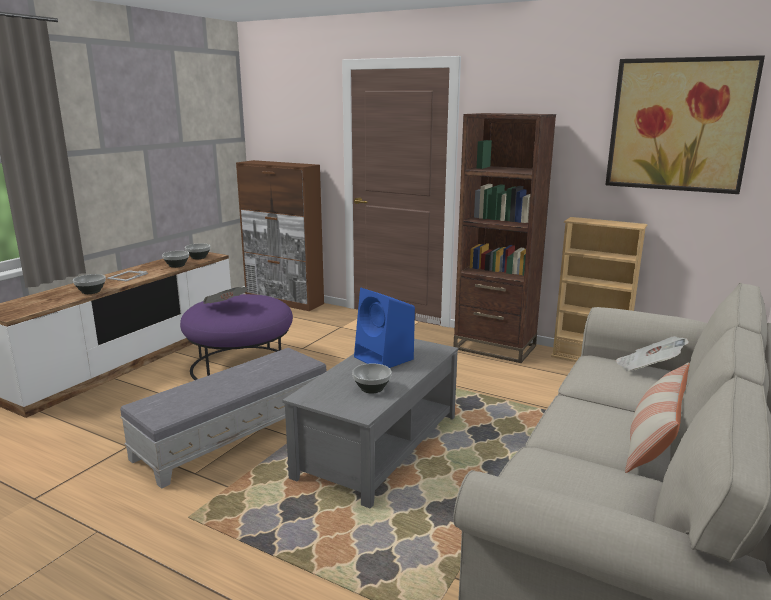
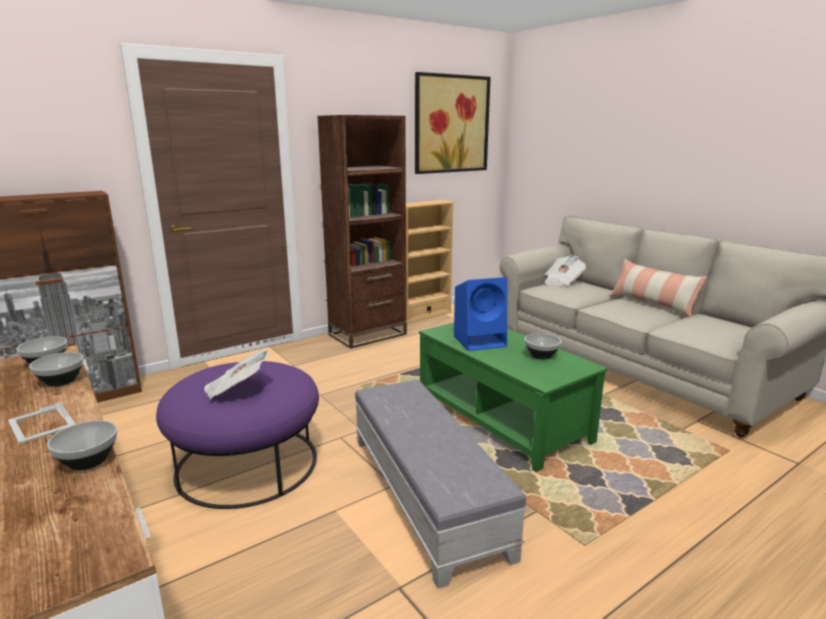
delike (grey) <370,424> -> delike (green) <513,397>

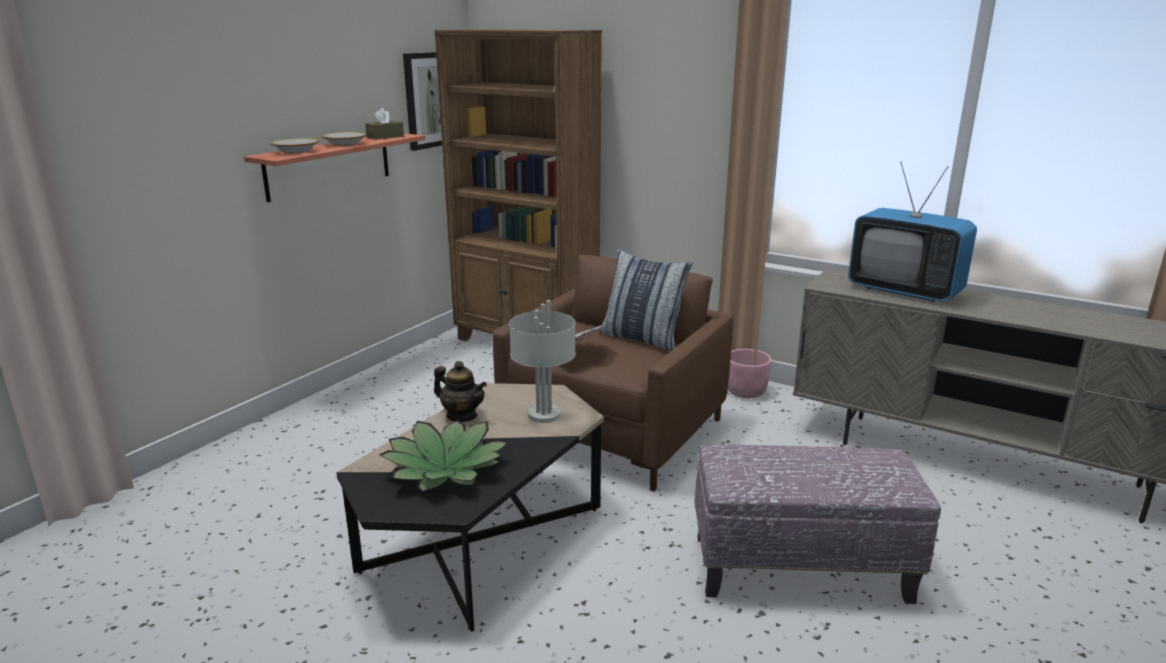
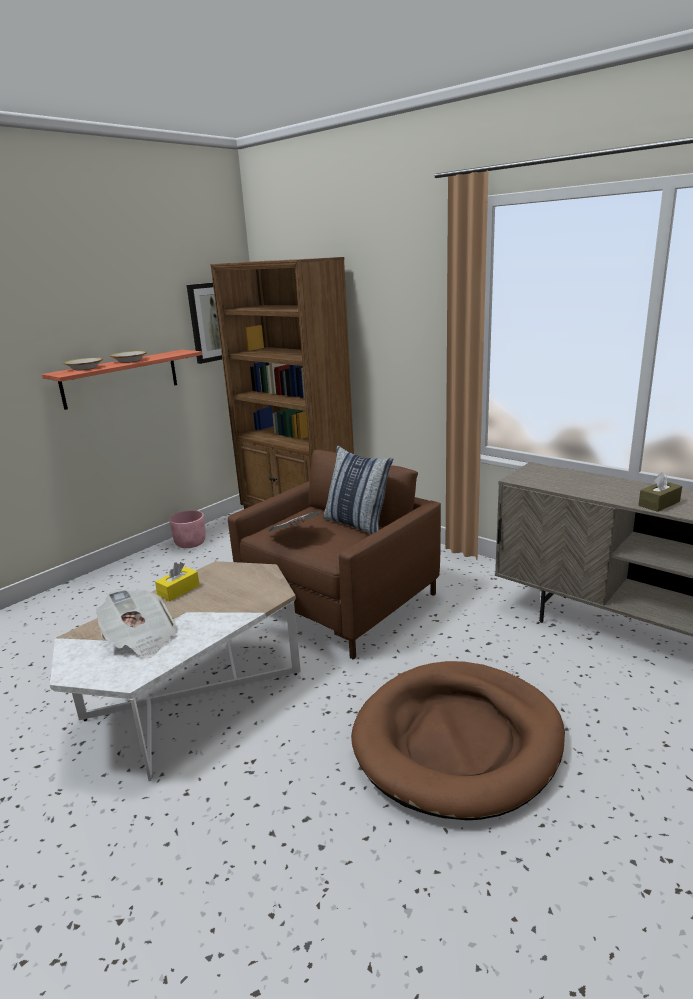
delike (black) <470,507> -> delike (white) <175,671>
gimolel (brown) <384,124> -> gimolel (brown) <660,492>, relocated
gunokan <444,456> -> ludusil <136,623>
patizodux <460,391> -> gimolel (yellow) <177,581>
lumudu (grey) <542,361> -> none
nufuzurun <818,524> -> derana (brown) <458,740>
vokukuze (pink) <749,373> -> vokukuze (pink) <187,529>, relocated
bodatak <912,232> -> none

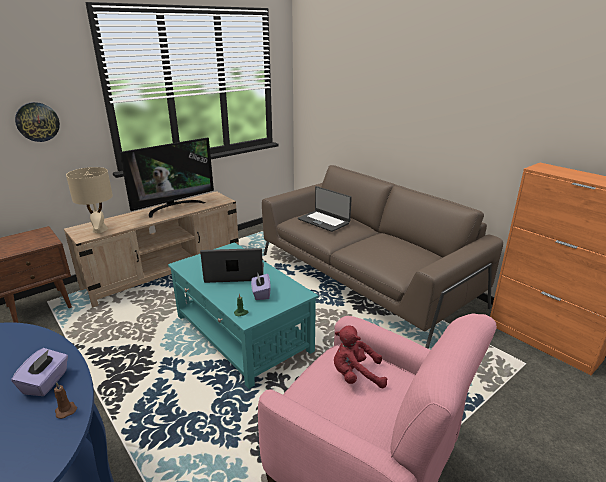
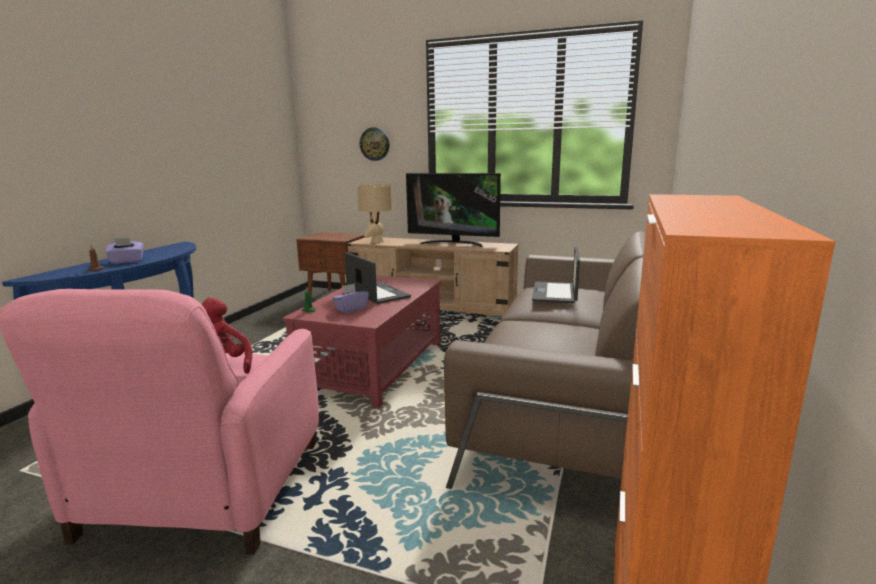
delike (turquoise) <243,315> -> delike (red) <361,341>

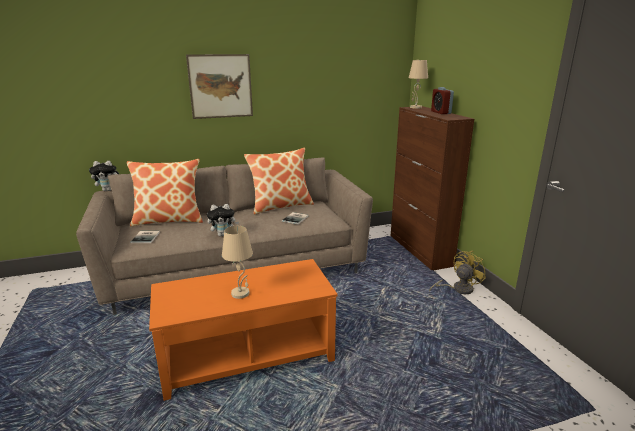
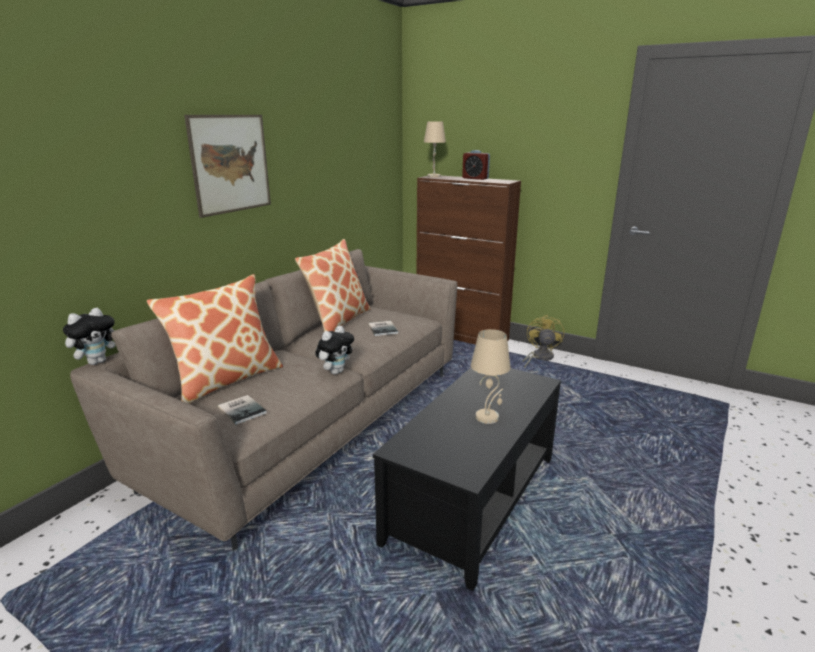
delike (orange) <243,330> -> delike (black) <467,479>

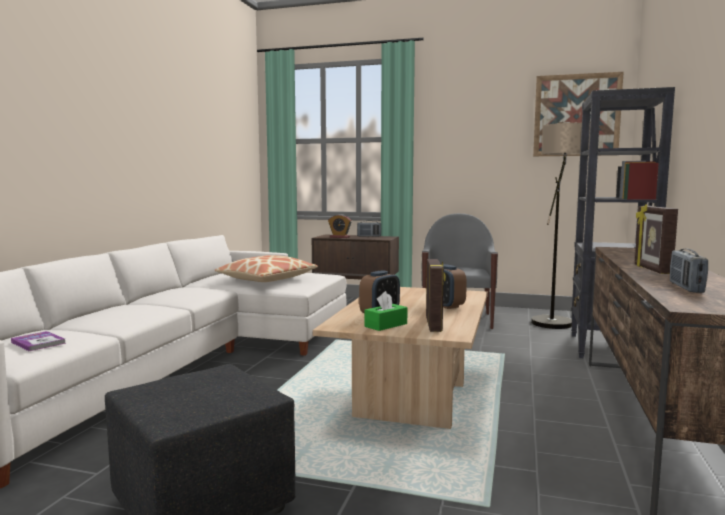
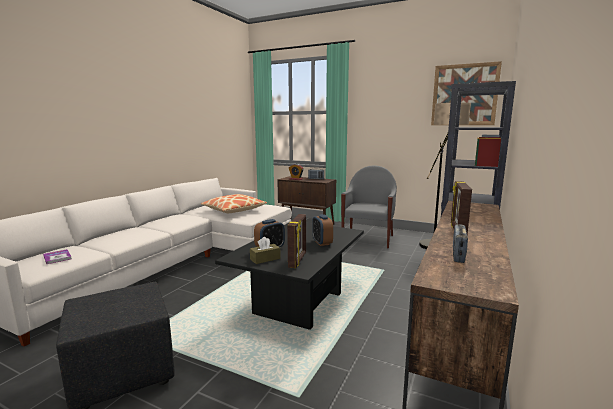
delike (beige) <400,358> -> delike (black) <289,276>
gimolel (green) <386,311> -> gimolel (brown) <265,250>

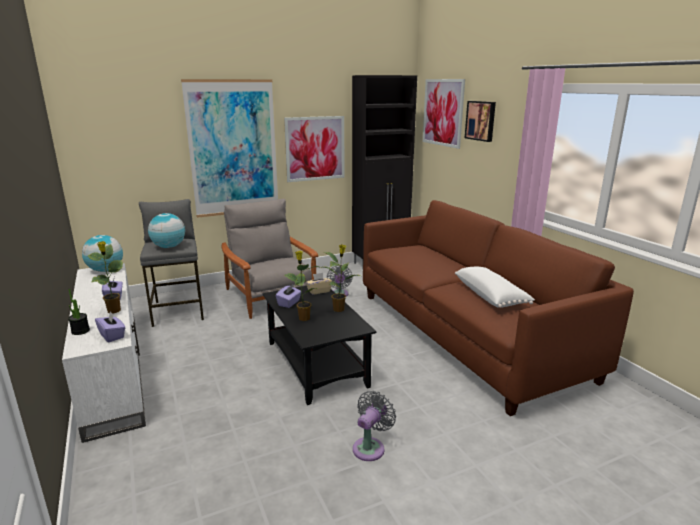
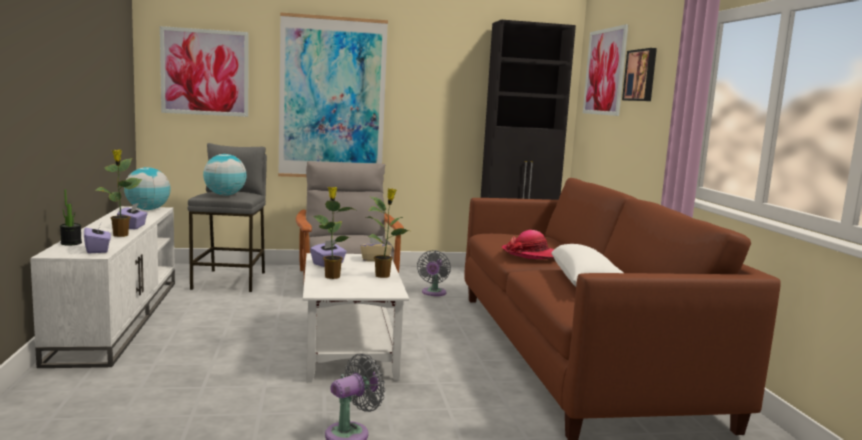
delike (black) <319,345> -> delike (white) <356,317>
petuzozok <314,149> -> petuzozok <204,71>, relocated
none -> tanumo <528,244>

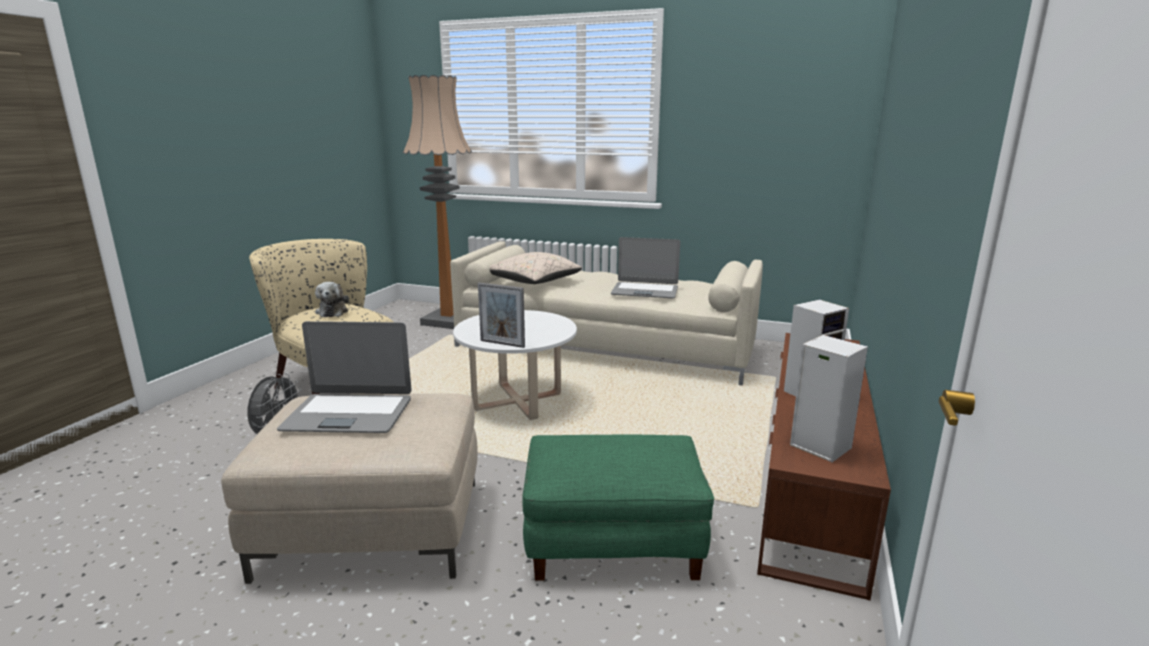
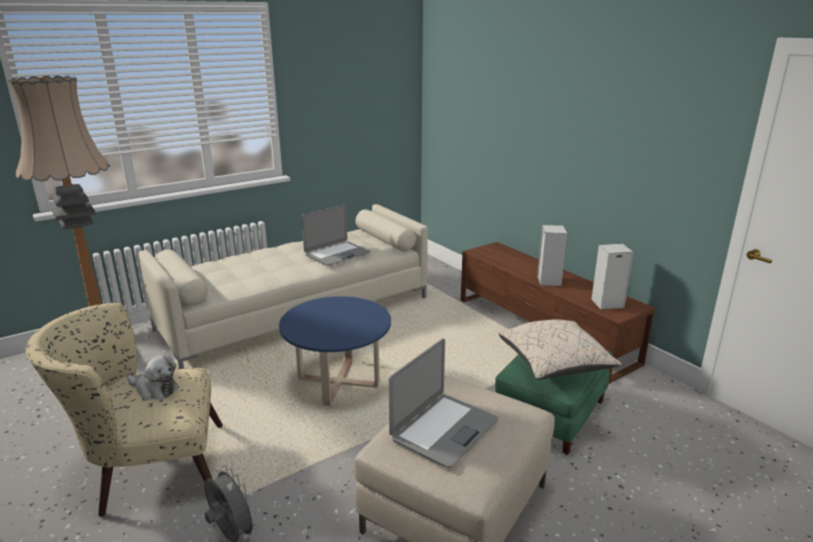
delike (white) <515,365> -> delike (blue) <335,351>
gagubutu <501,315> -> none
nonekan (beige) <535,268> -> nonekan (beige) <560,349>, relocated

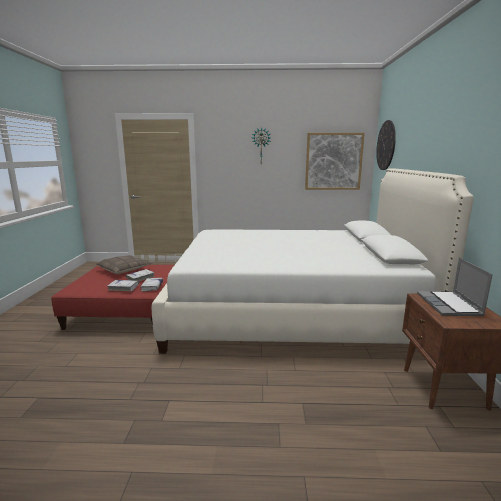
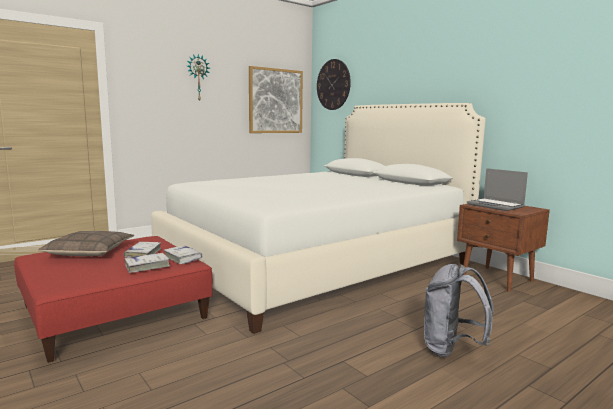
none -> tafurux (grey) <459,310>

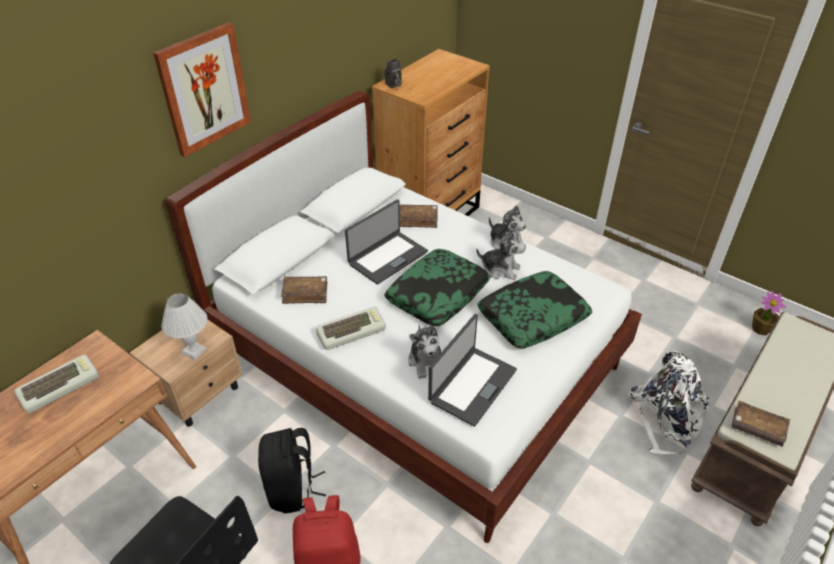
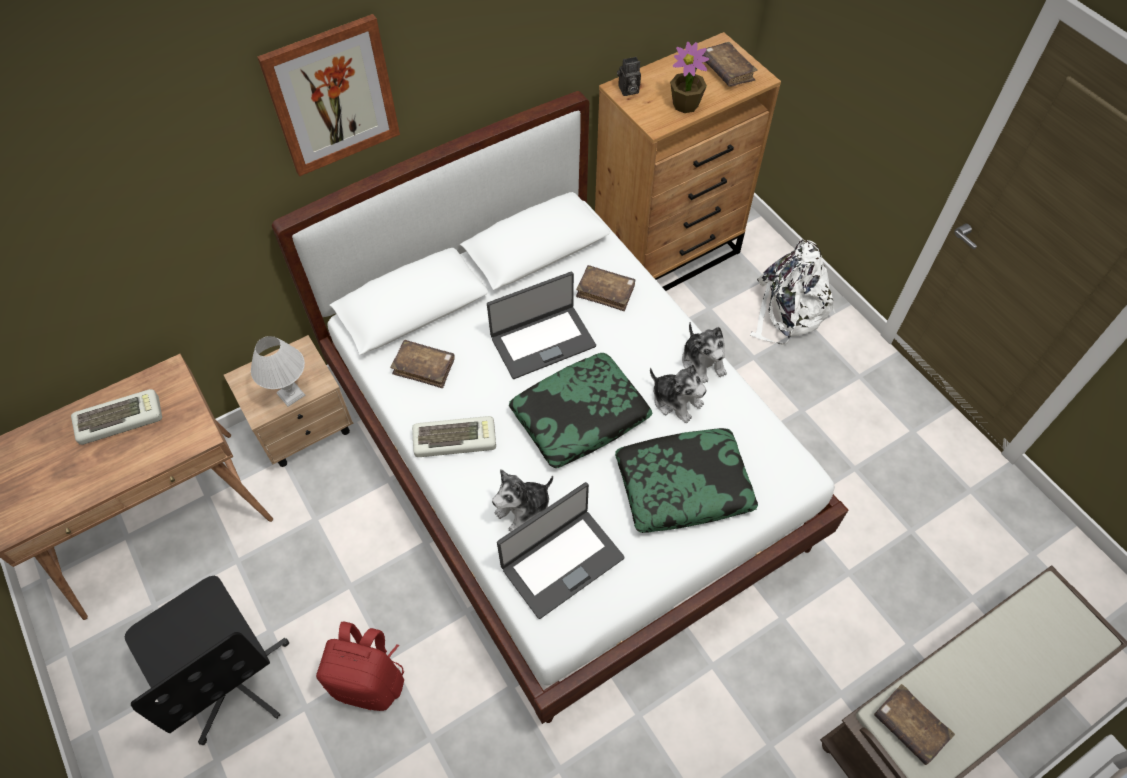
tafurux (black) <292,471> -> none
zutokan <424,352> -> zutokan <522,500>, 45 degrees clockwise
tafurux (white) <670,402> -> tafurux (white) <793,292>, relocated
gunokan <769,313> -> gunokan <689,77>, relocated
none -> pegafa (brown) <730,64>

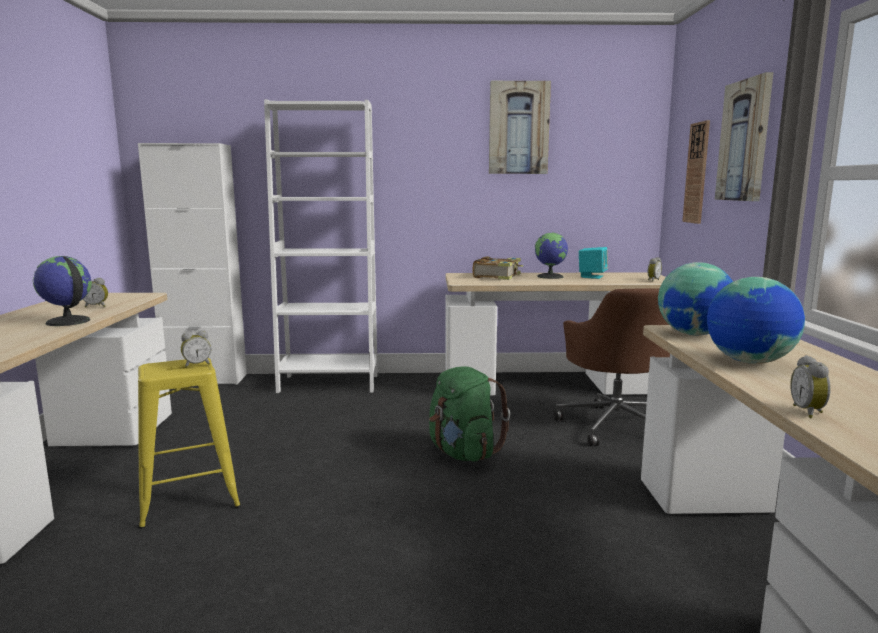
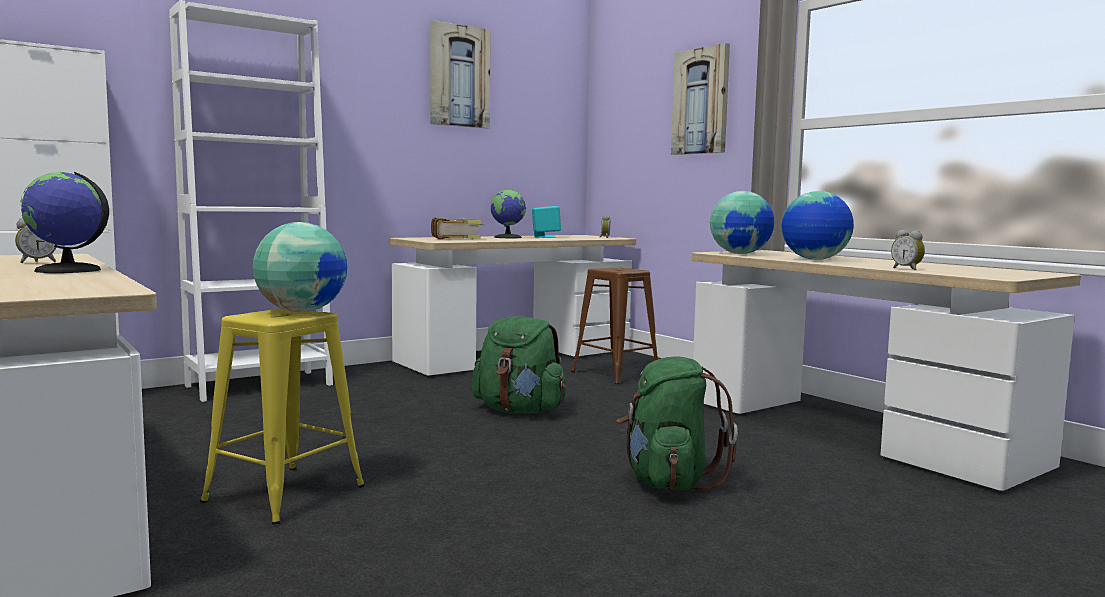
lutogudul <196,349> -> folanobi <300,267>
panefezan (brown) <611,367> -> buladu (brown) <614,326>
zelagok <696,172> -> none
none -> tafurux (green) <677,423>

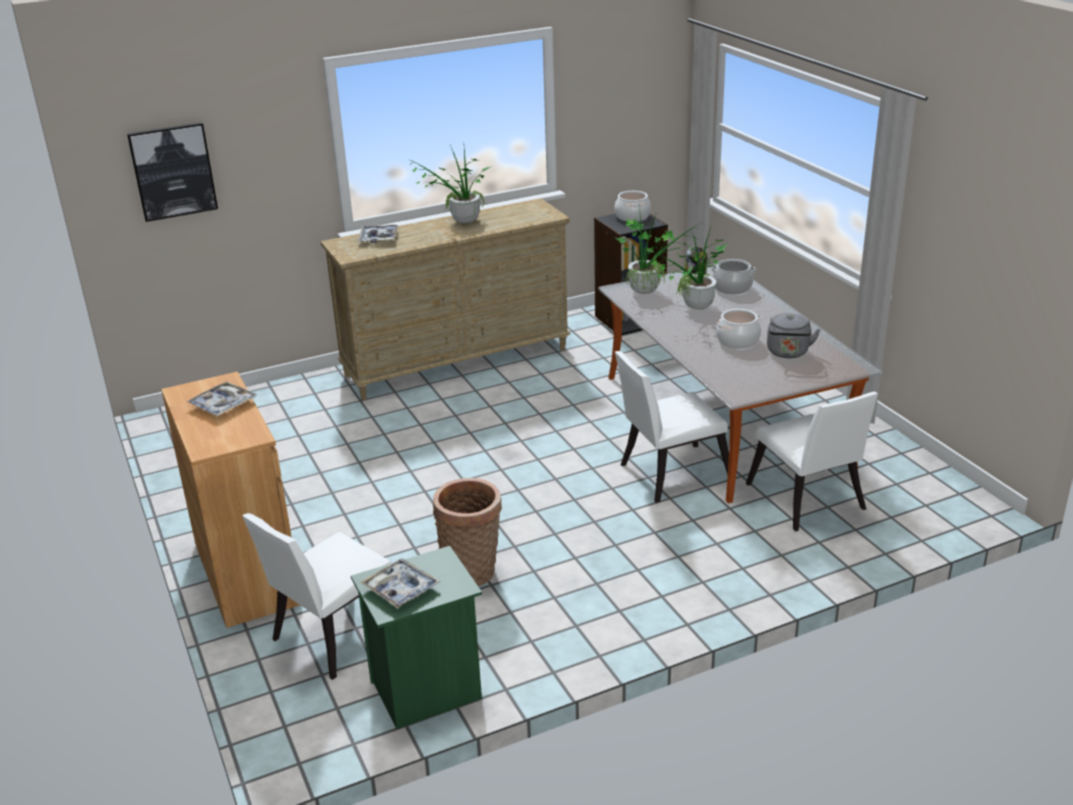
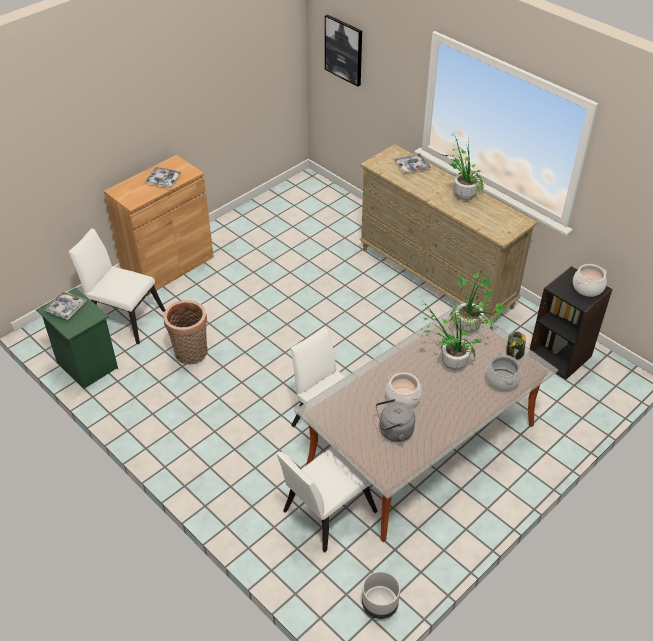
none -> vokukuze (grey) <381,595>

